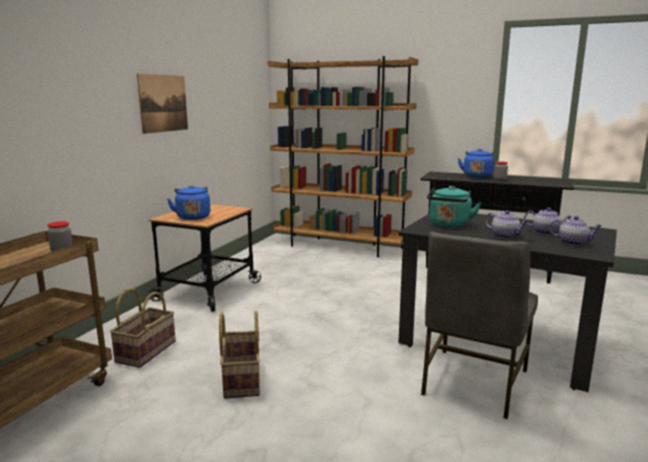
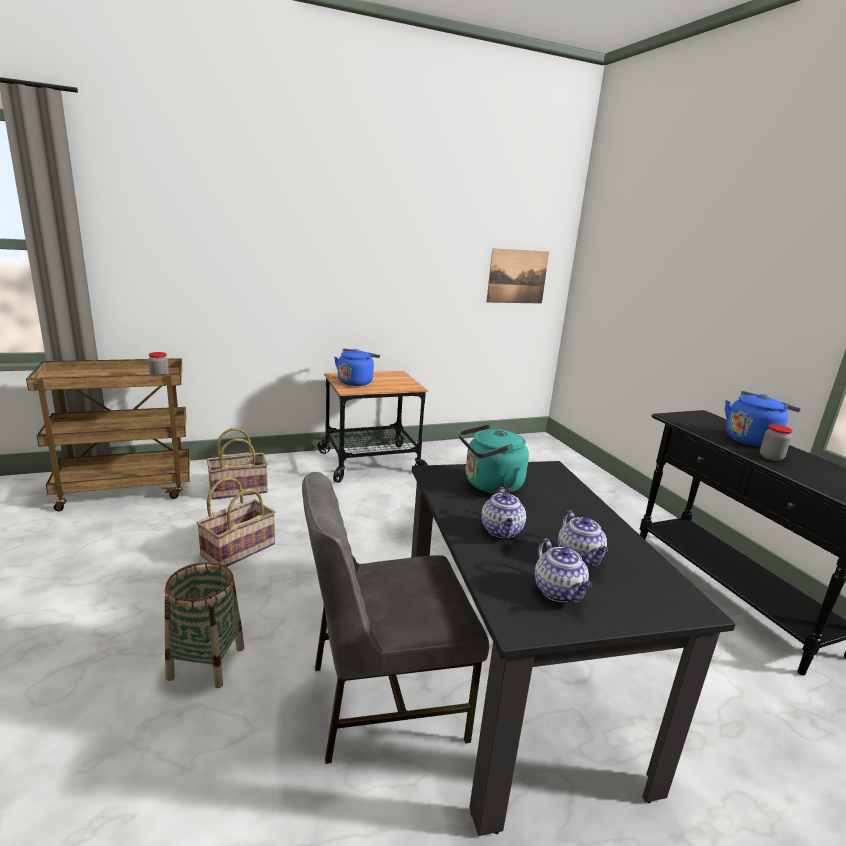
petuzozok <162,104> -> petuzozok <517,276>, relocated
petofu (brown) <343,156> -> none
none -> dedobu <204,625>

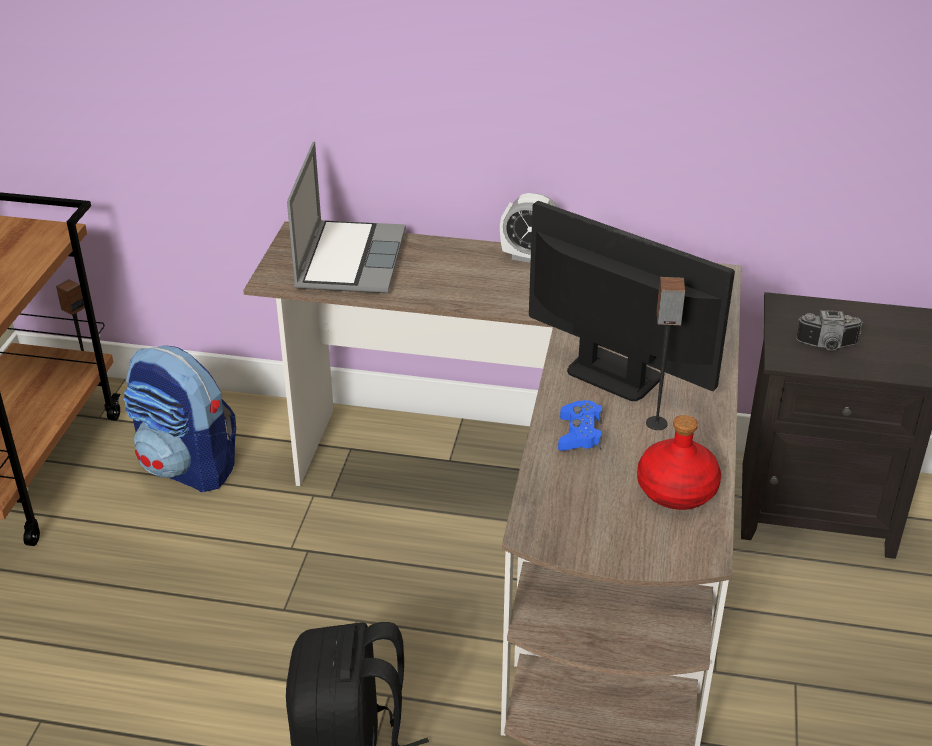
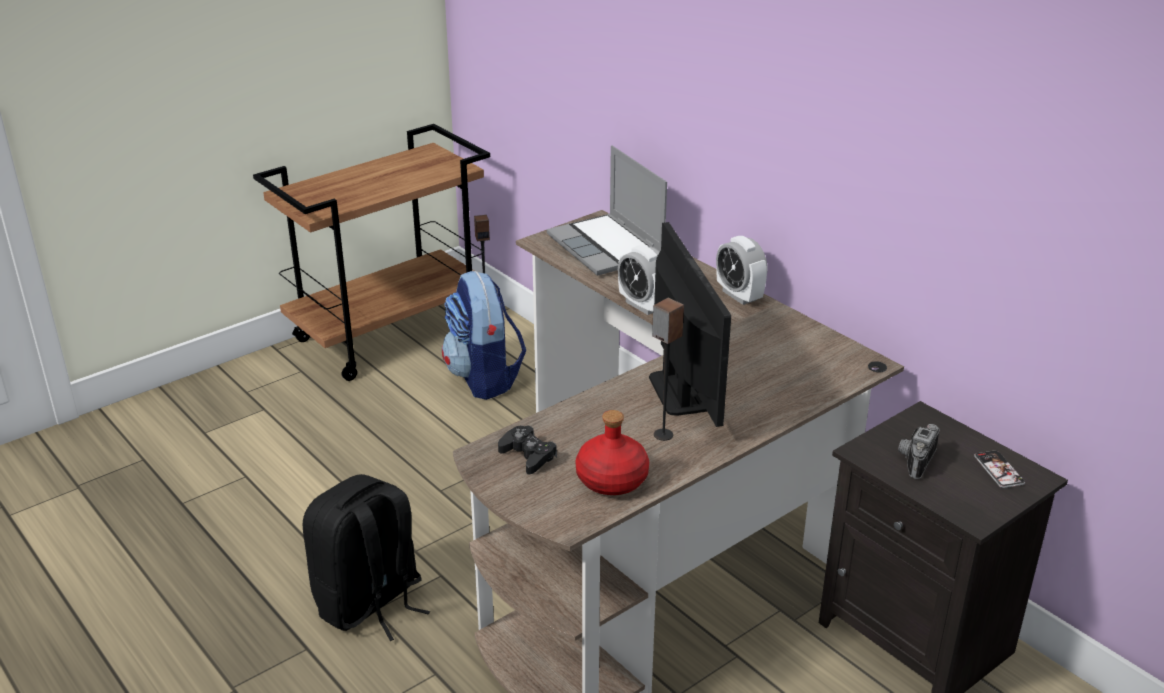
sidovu <346,217> -> sidovu <607,210>, 105 degrees clockwise
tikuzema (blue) <580,425> -> none
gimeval <830,330> -> gimeval <919,451>, 75 degrees clockwise
none -> tikuzema (black) <527,450>
none -> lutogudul <638,280>
none -> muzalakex <999,469>

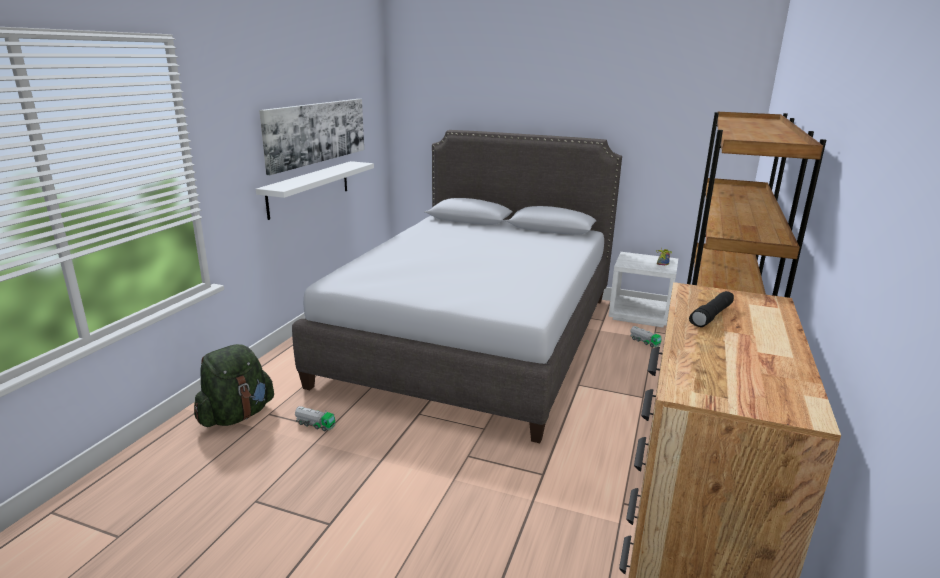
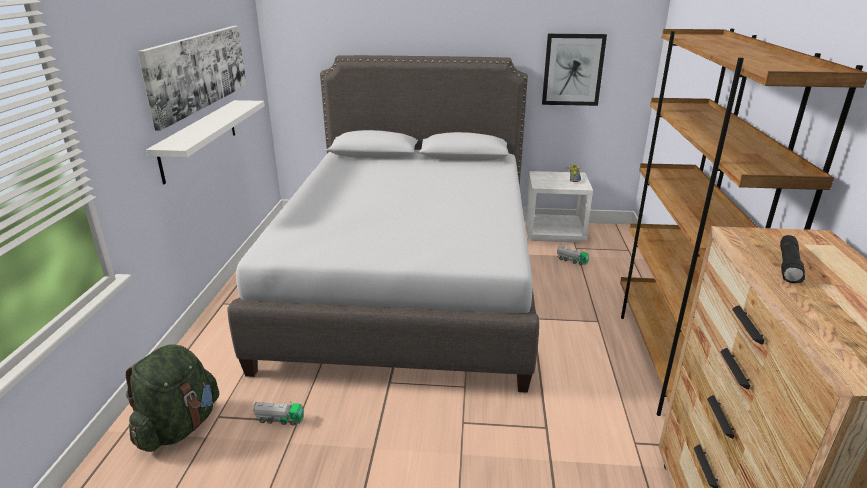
none -> petuzozok <574,70>

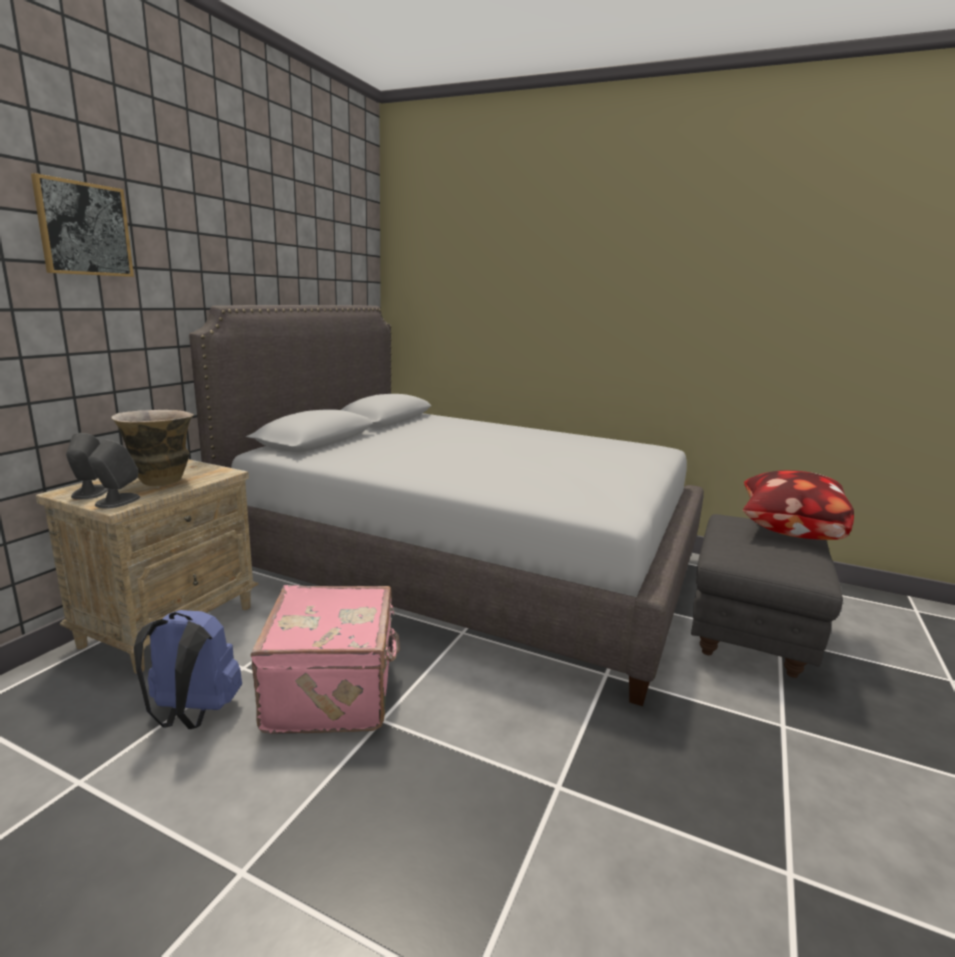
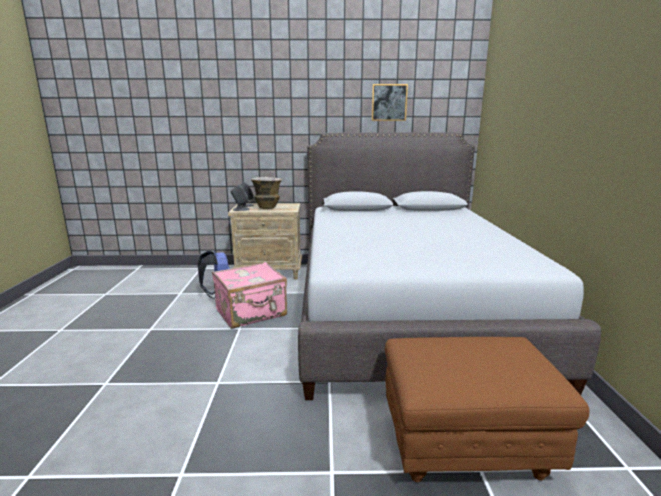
petuzozok <82,225> -> petuzozok <390,102>, relocated
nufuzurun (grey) <767,596> -> nufuzurun (brown) <487,409>
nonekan <798,505> -> none

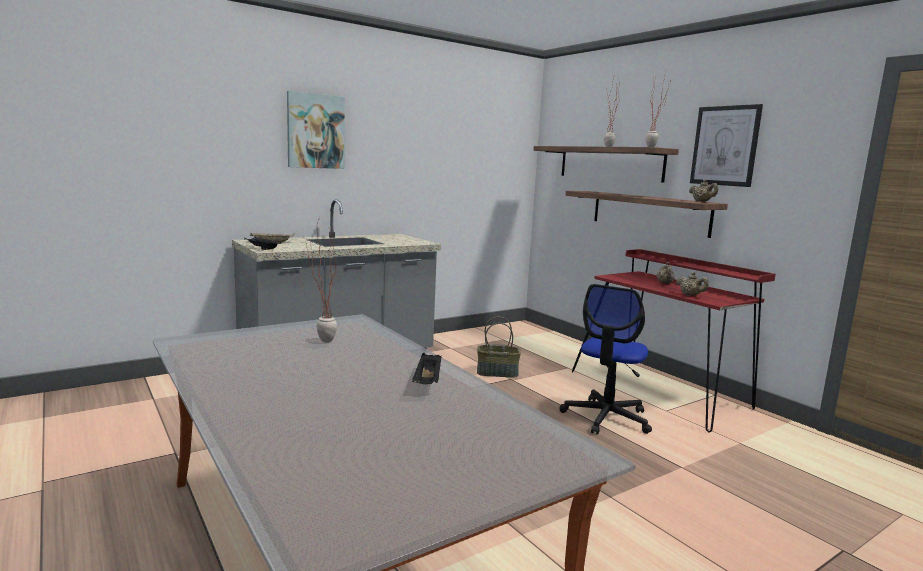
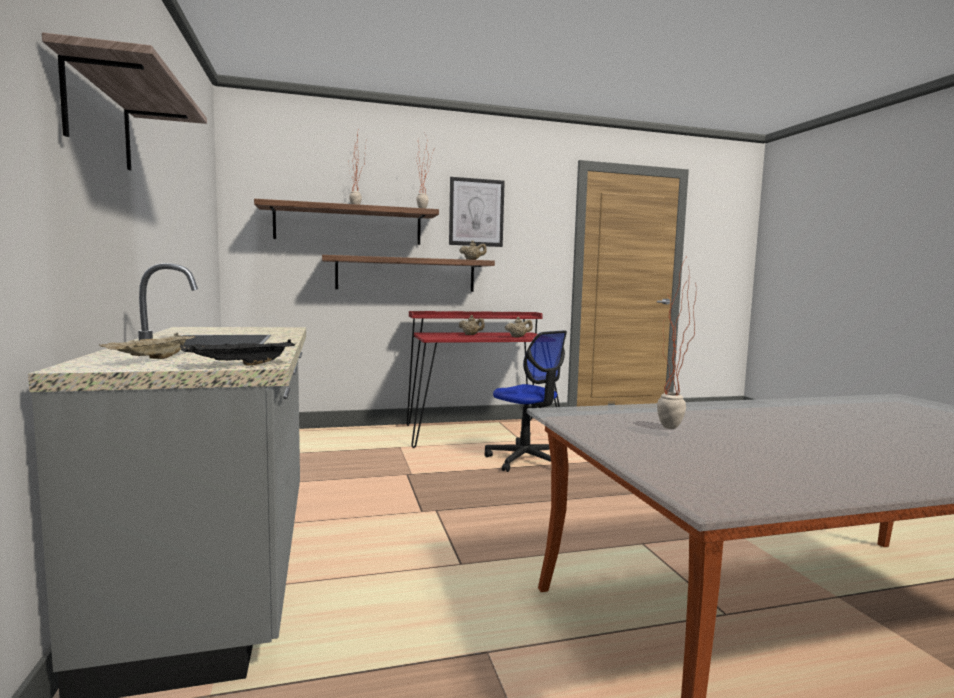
petuzozok <316,130> -> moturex <124,101>
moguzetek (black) <427,368> -> none
dedobu <499,347> -> none

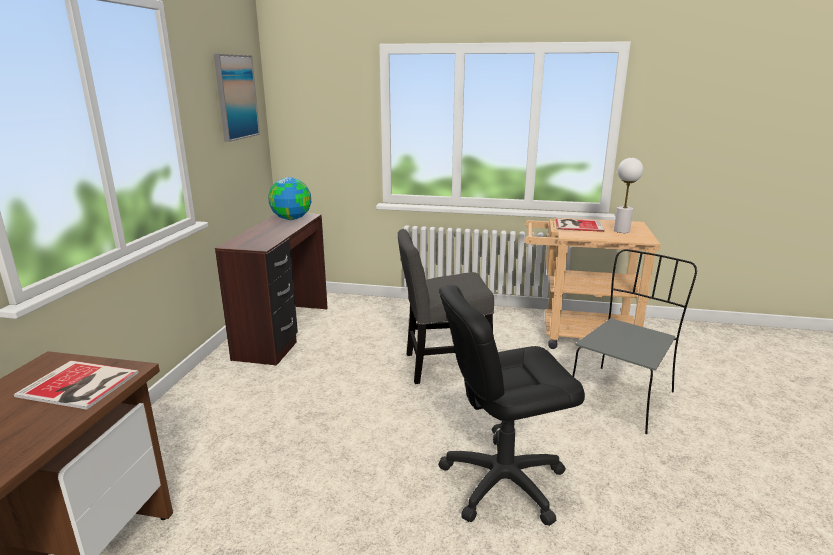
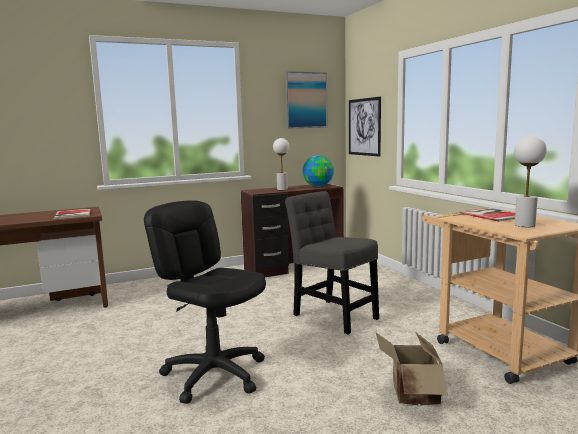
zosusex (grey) <634,341> -> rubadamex <412,369>
none -> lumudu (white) <281,164>
none -> petuzozok <365,127>

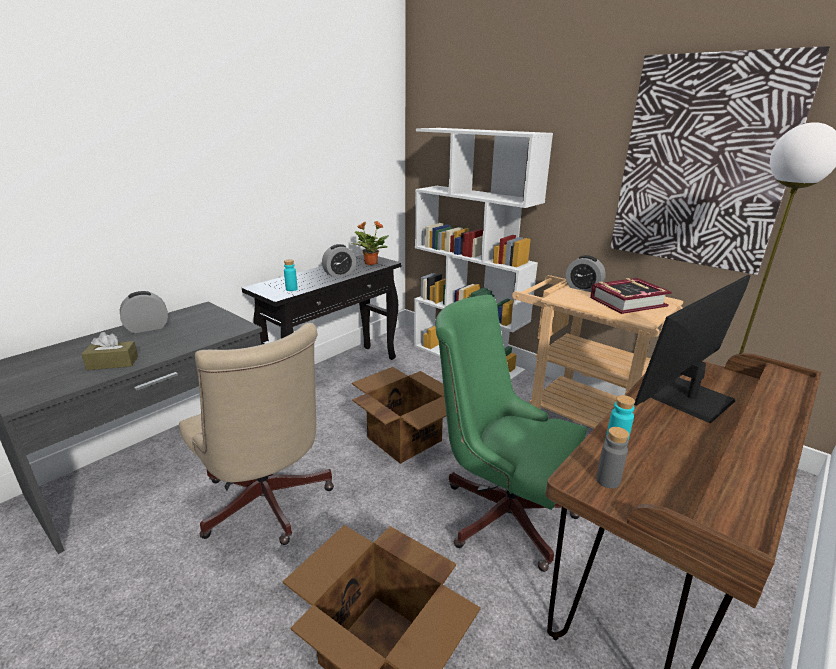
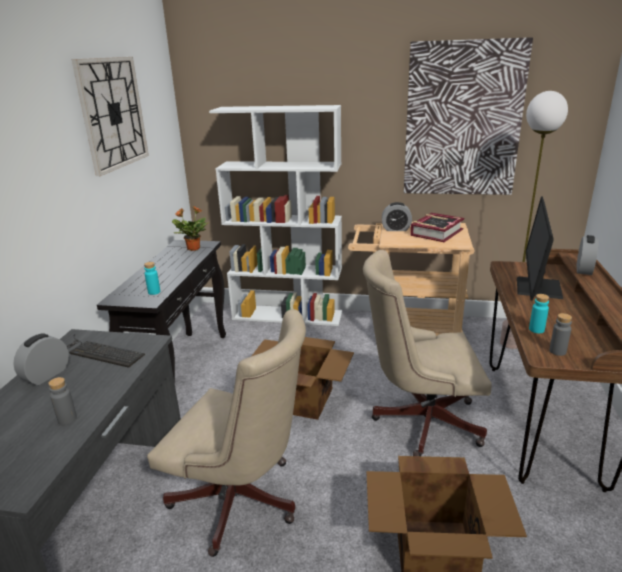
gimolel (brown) <109,351> -> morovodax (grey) <62,401>
lutogudul <339,260> -> lutogudul <587,255>, relocated
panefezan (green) <511,433> -> panefezan (beige) <427,353>
none -> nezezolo <106,351>
none -> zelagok <110,116>

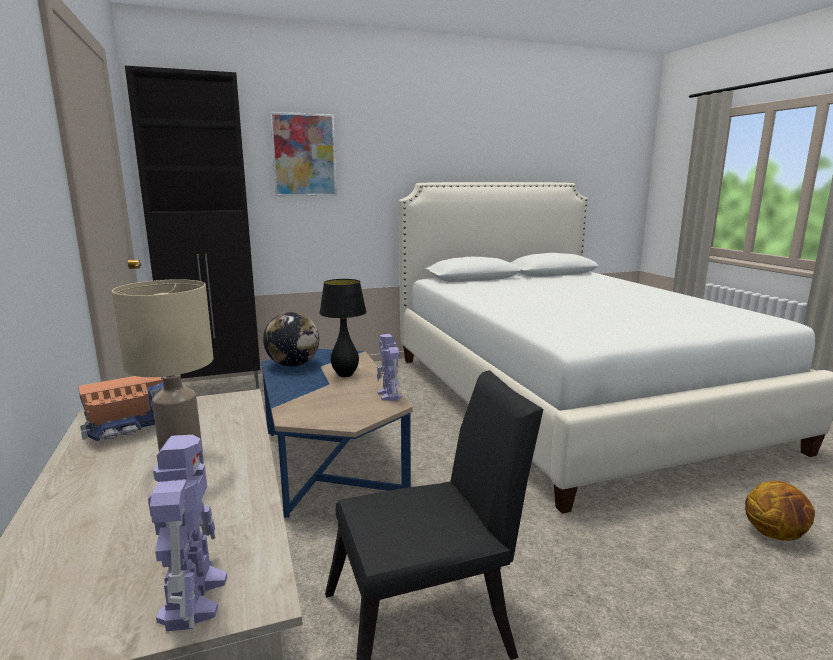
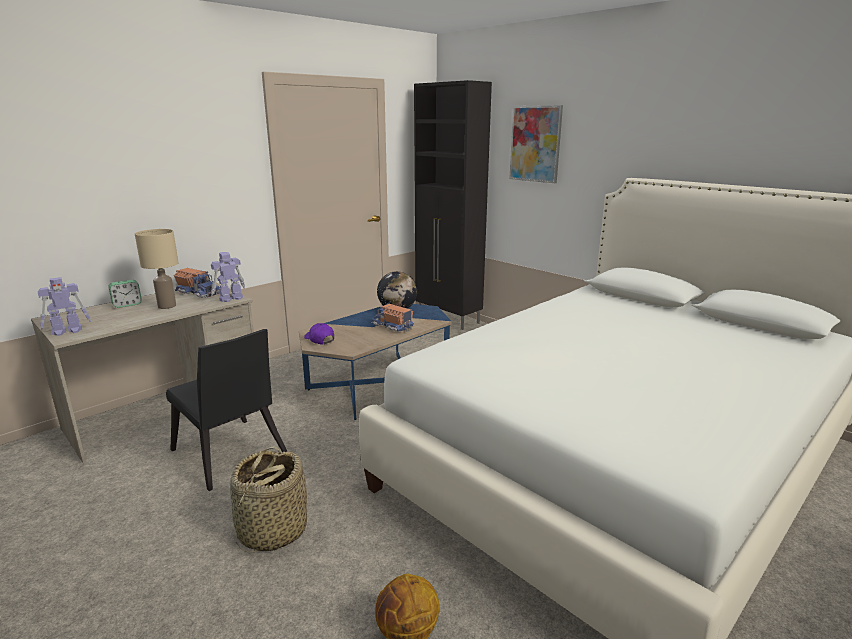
lumudu (black) <343,328> -> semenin <392,317>
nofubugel <389,367> -> nofubugel <228,277>, relocated
none -> lutogudul <125,294>
none -> dedobu <268,499>
none -> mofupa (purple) <319,334>

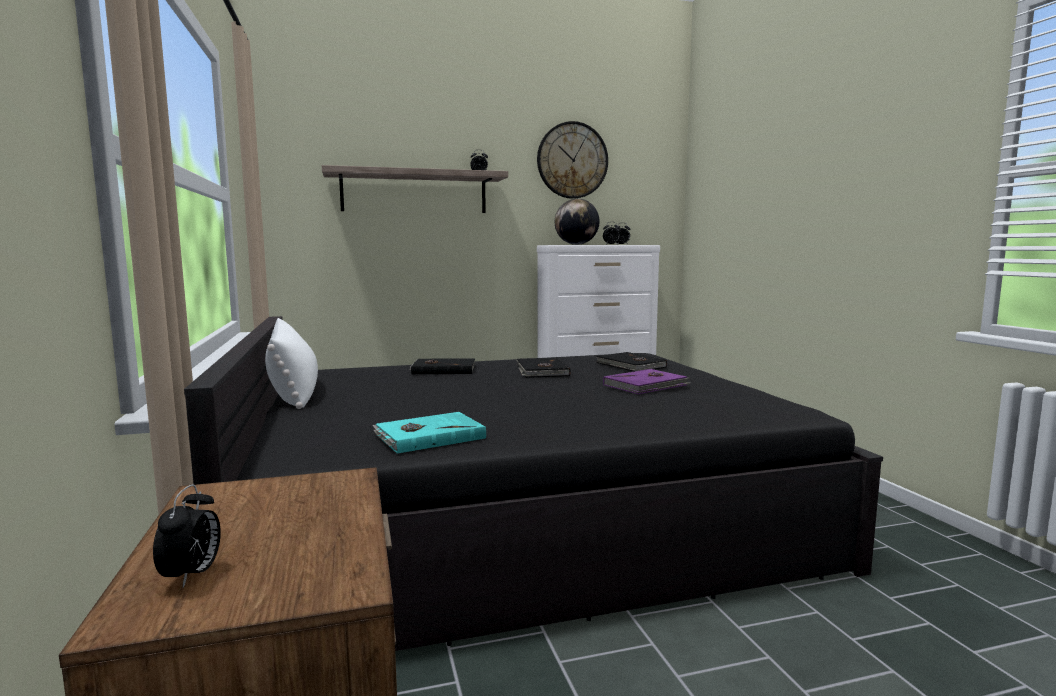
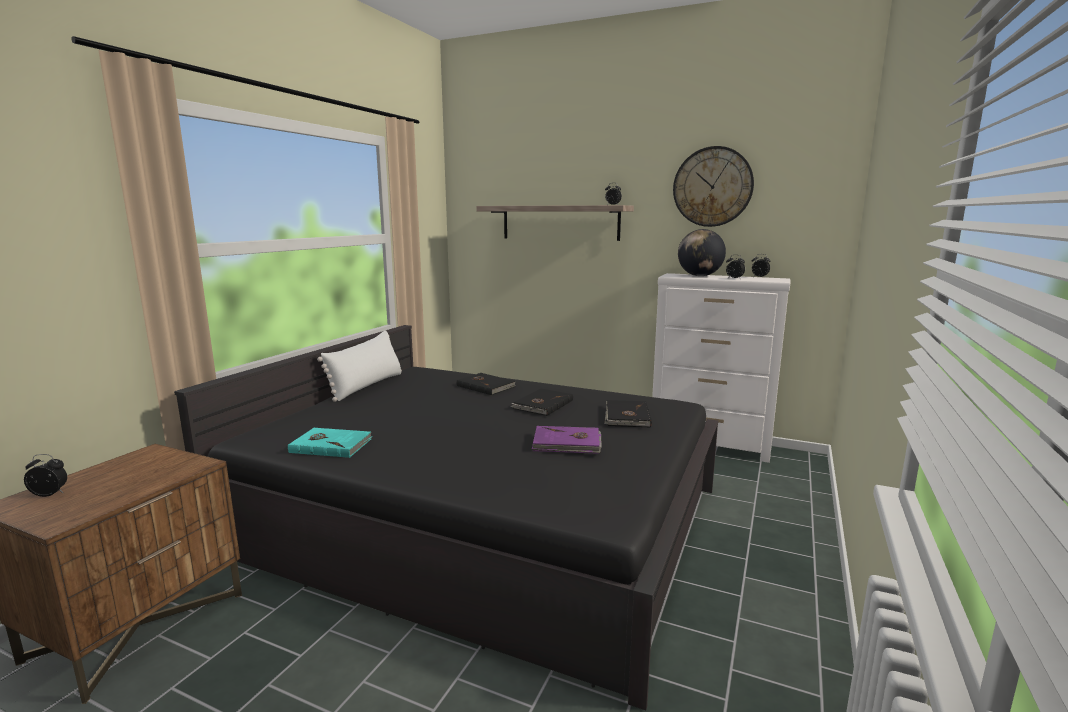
lutogudul <187,536> -> lutogudul <45,475>, 135 degrees counterclockwise

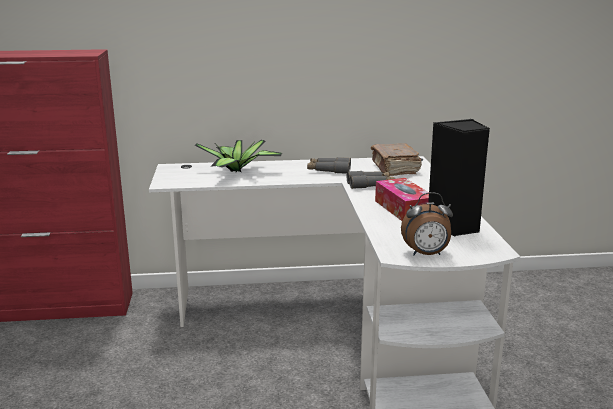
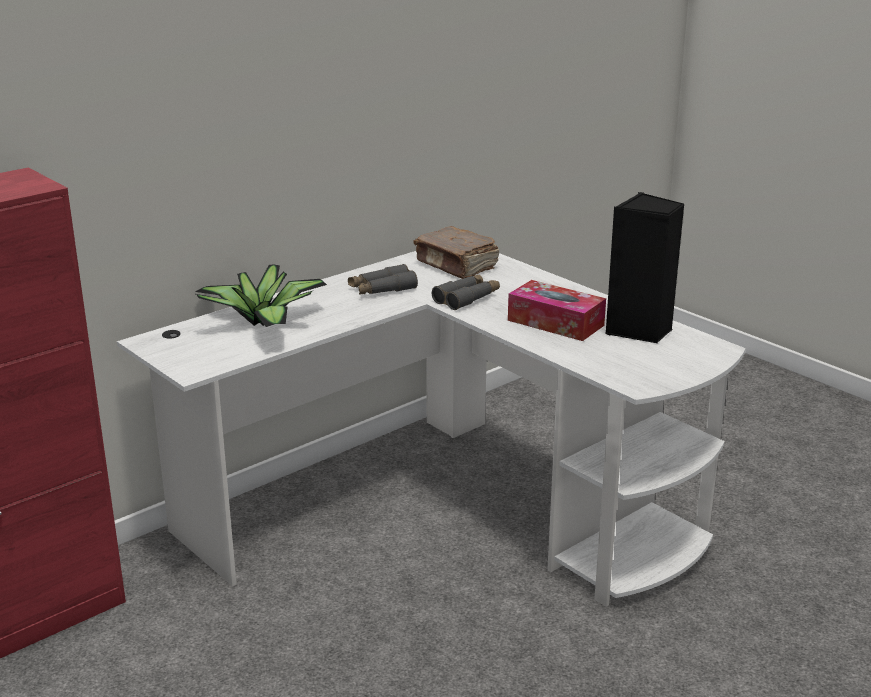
lutogudul <427,224> -> none

